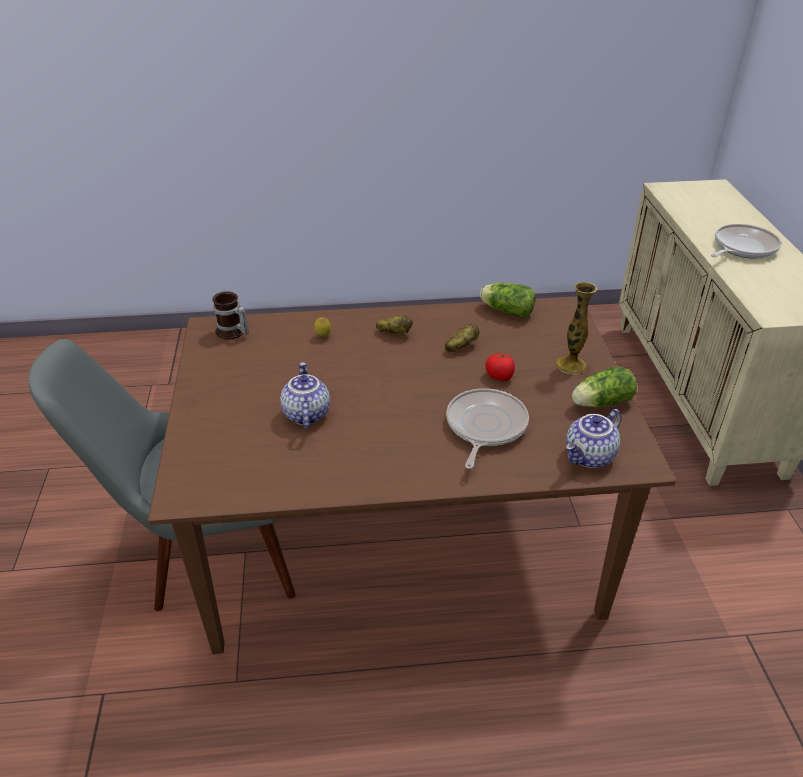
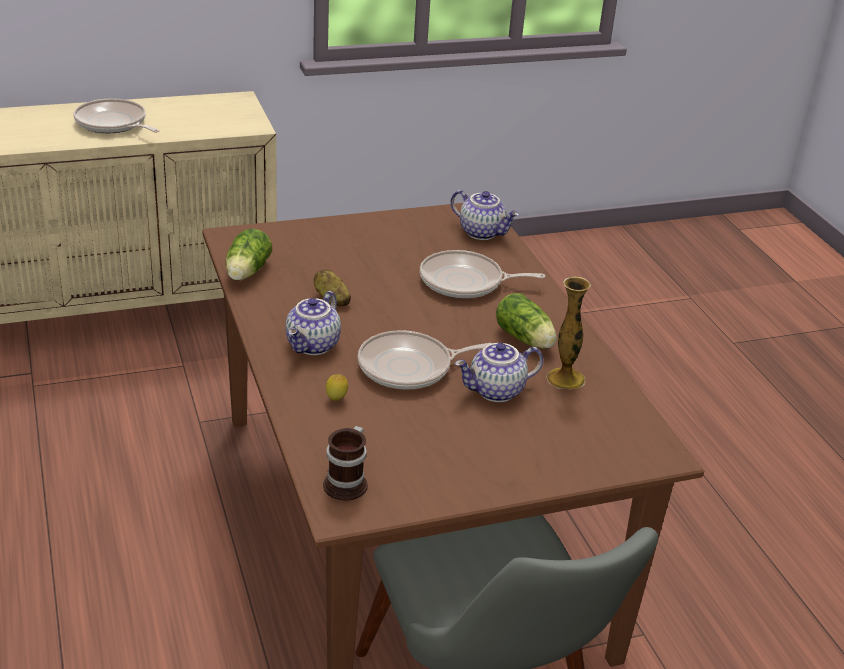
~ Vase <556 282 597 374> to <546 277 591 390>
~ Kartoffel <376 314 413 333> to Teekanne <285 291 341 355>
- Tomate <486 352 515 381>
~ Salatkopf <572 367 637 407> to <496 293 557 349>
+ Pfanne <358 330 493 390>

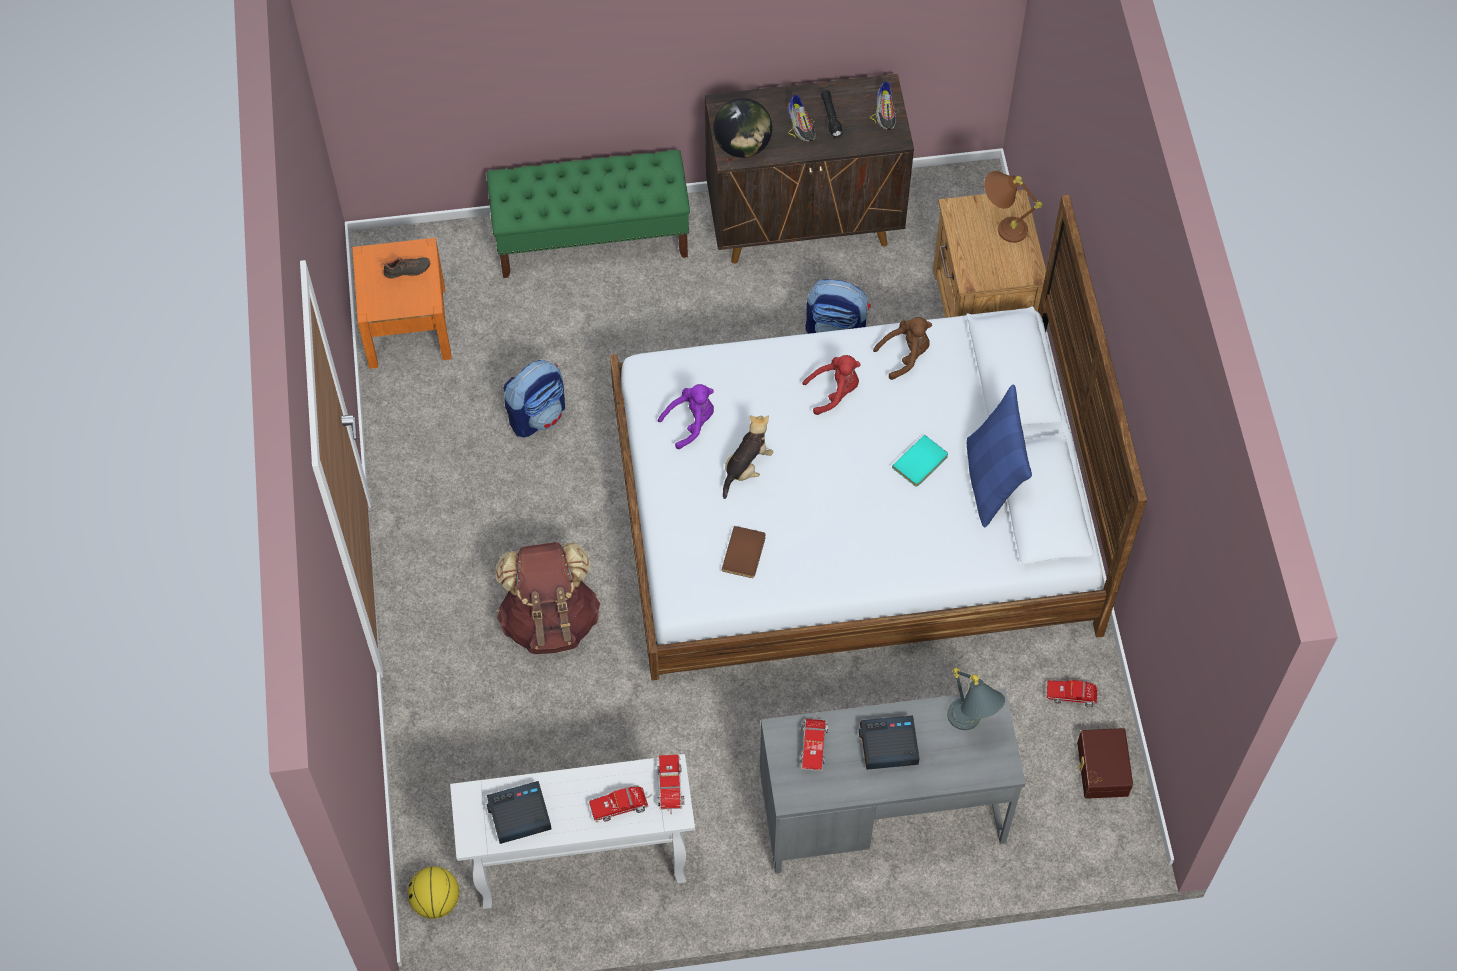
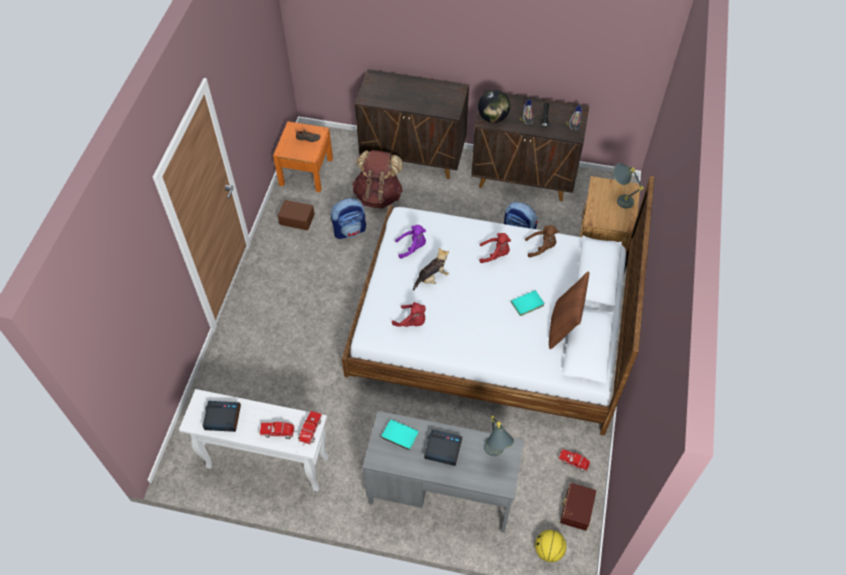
~ Bank/grün <487 150 690 278> to Schrank/braun <355 69 469 179>
~ Tischlampe/braun <984 171 1043 243> to Tischlampe/grau <613 163 644 208>
~ Kissen/blau <967 384 1032 527> to Kissen/braun <549 271 589 349>
~ Buch/braun <722 526 766 578> to Plüschtier/rot <392 302 426 327>
~ Rucksack/braun <496 542 600 654> to <352 150 403 208>
~ Spielzeuglaster <800 713 828 771> to Buch/türkis <381 419 418 451>
~ Basketball <408 866 459 919> to <535 530 566 562>
+ Aufbewahrungsbox/braun <278 200 315 230>

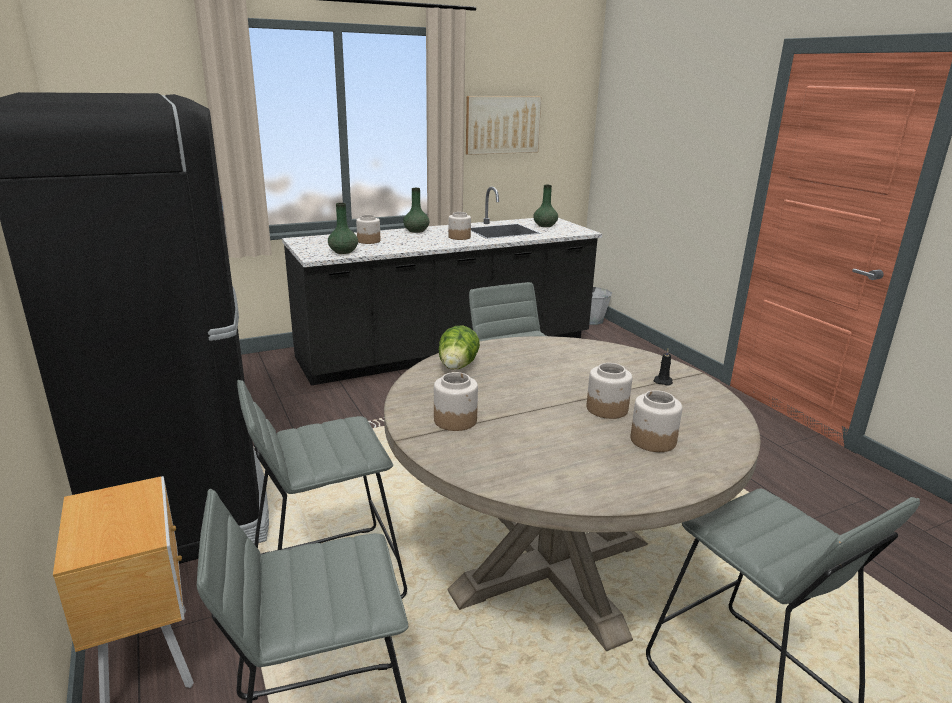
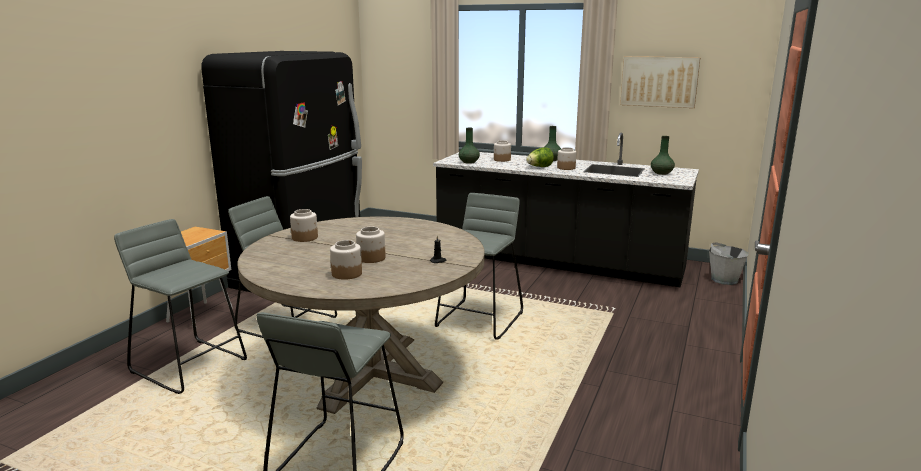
~ Salatkopf <439 326 480 370> to <526 147 554 167>

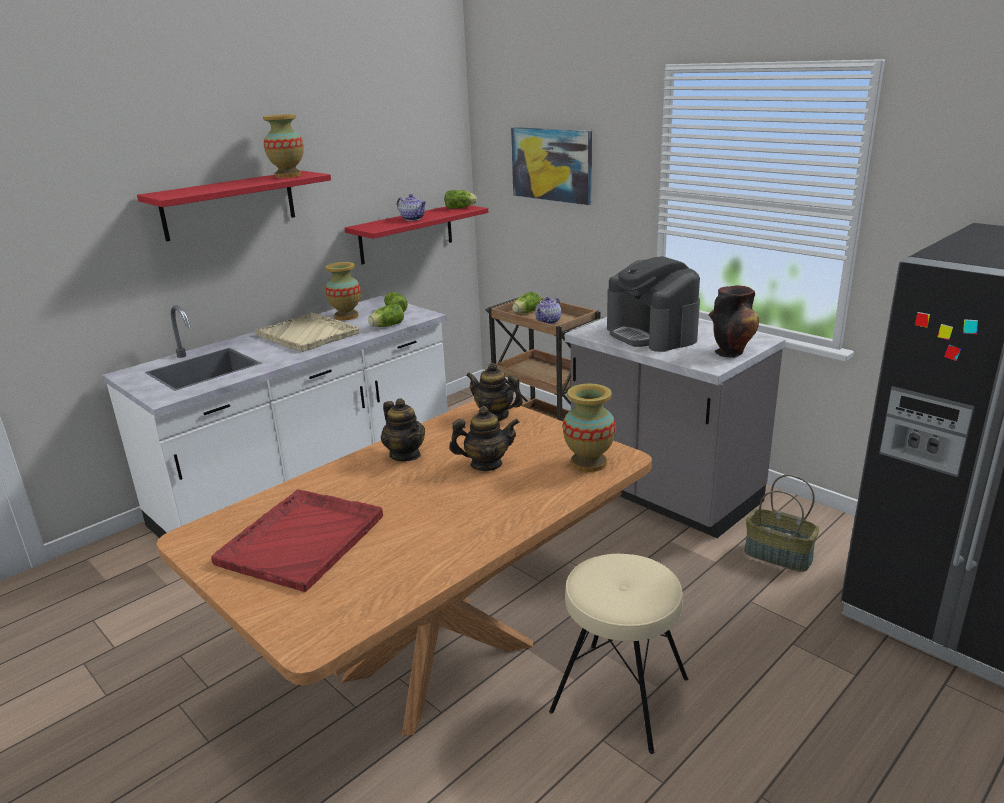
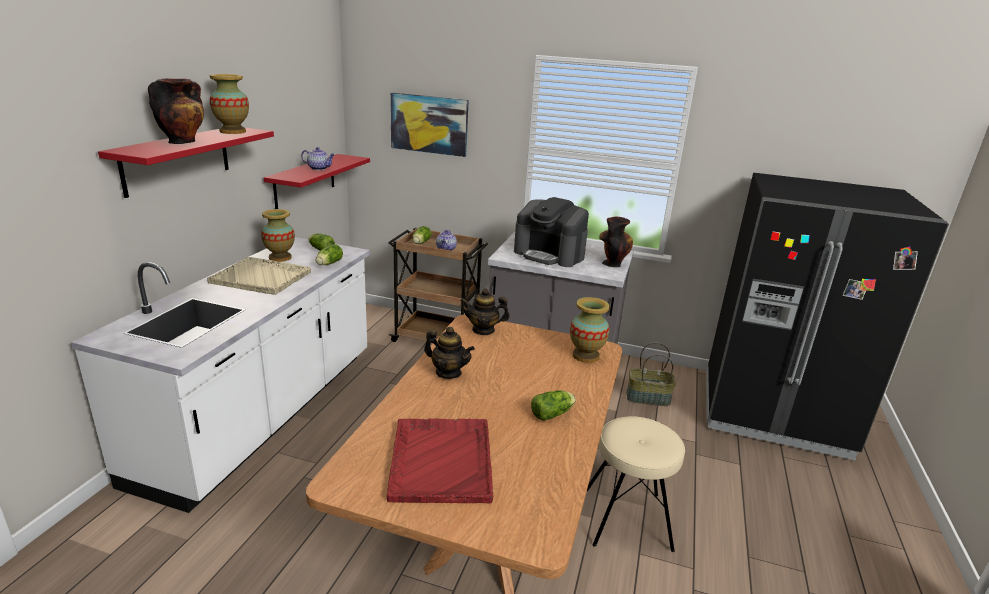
~ Salatkopf <445 190 477 209> to <531 390 576 421>
- Teekanne <449 406 519 471>
+ Vase <148 79 204 144>

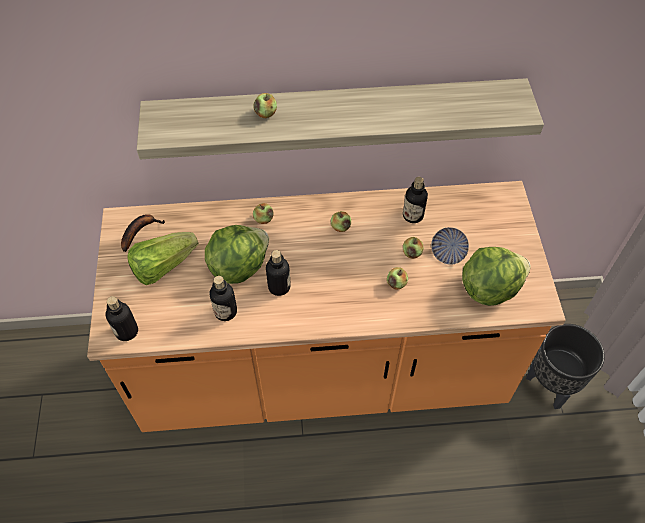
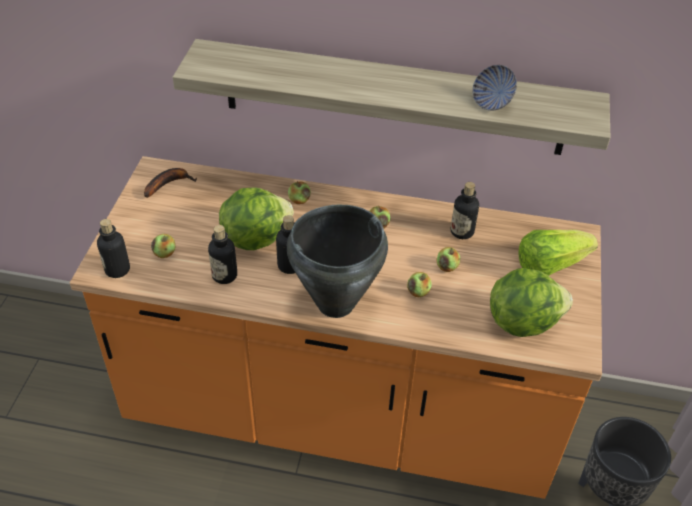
~ Apfel <253 93 277 118> to <151 234 176 258>
~ Schüssel <431 227 469 265> to <472 65 517 110>
~ Salatkopf <127 232 199 285> to <518 230 598 276>
+ Kochtopf/schwarz <287 205 388 318>

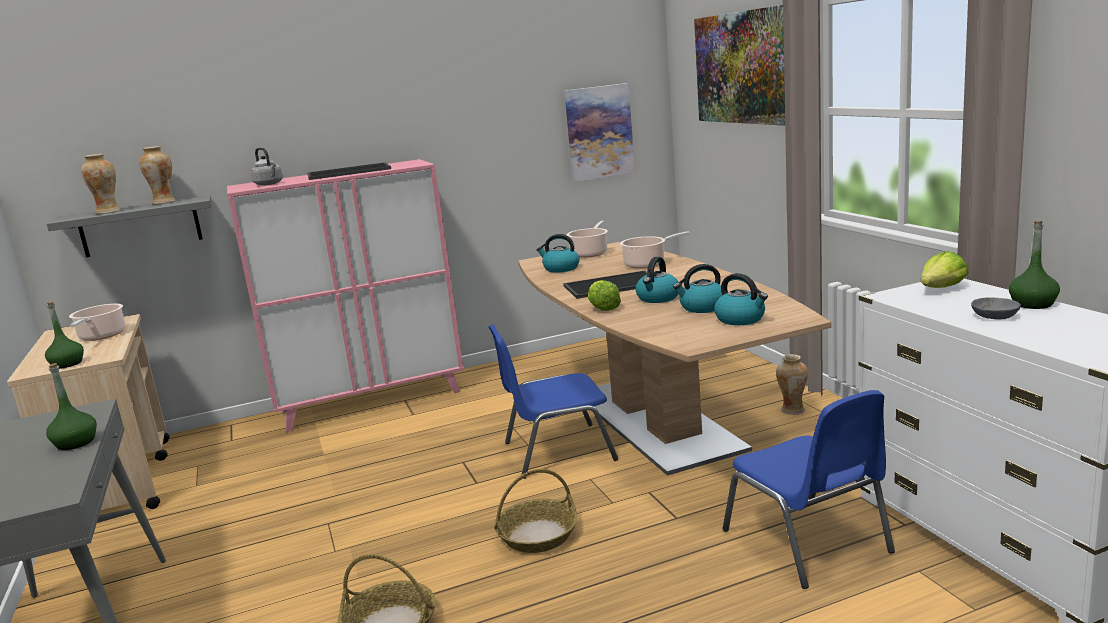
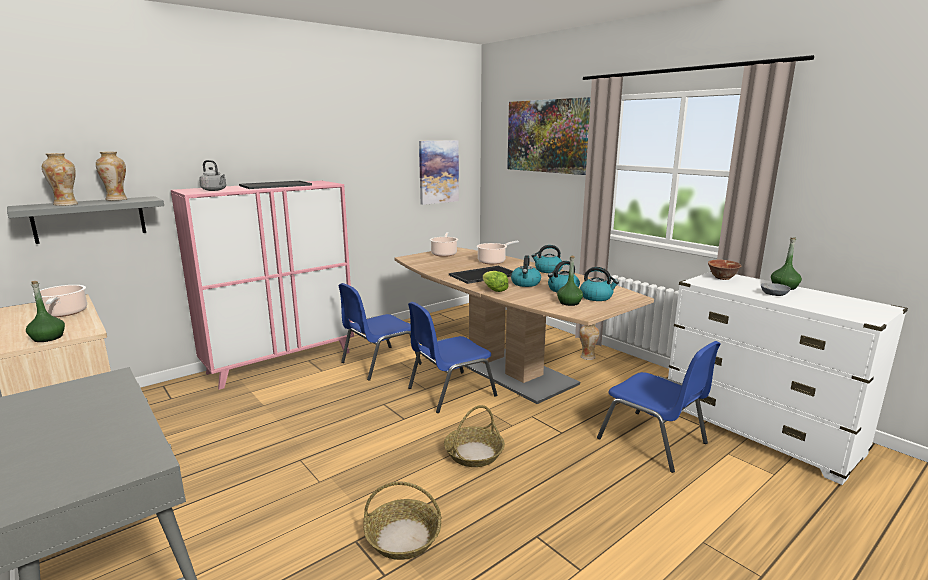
~ Wasserkessel <537 234 579 273> to <532 245 563 273>
~ Salatkopf <920 251 969 288> to Schüssel <708 259 741 280>
~ Flasche/grün <46 363 97 450> to <557 256 583 306>
+ Stuhl/blau <338 283 422 381>

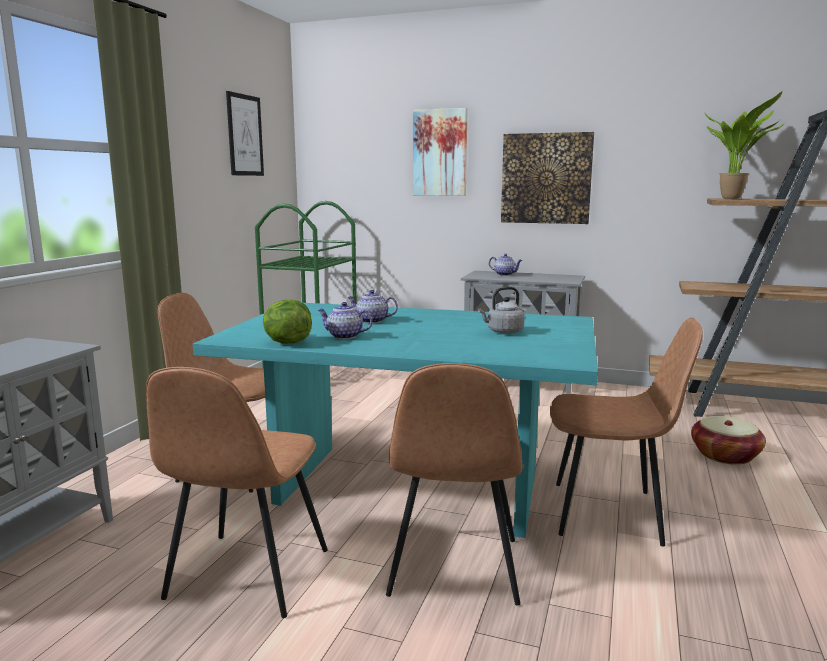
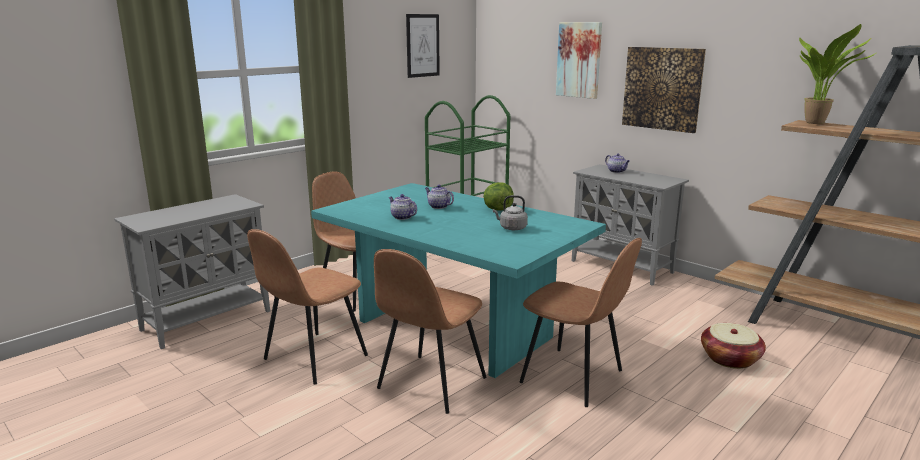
~ Salatkopf <263 300 312 344> to <483 182 514 211>

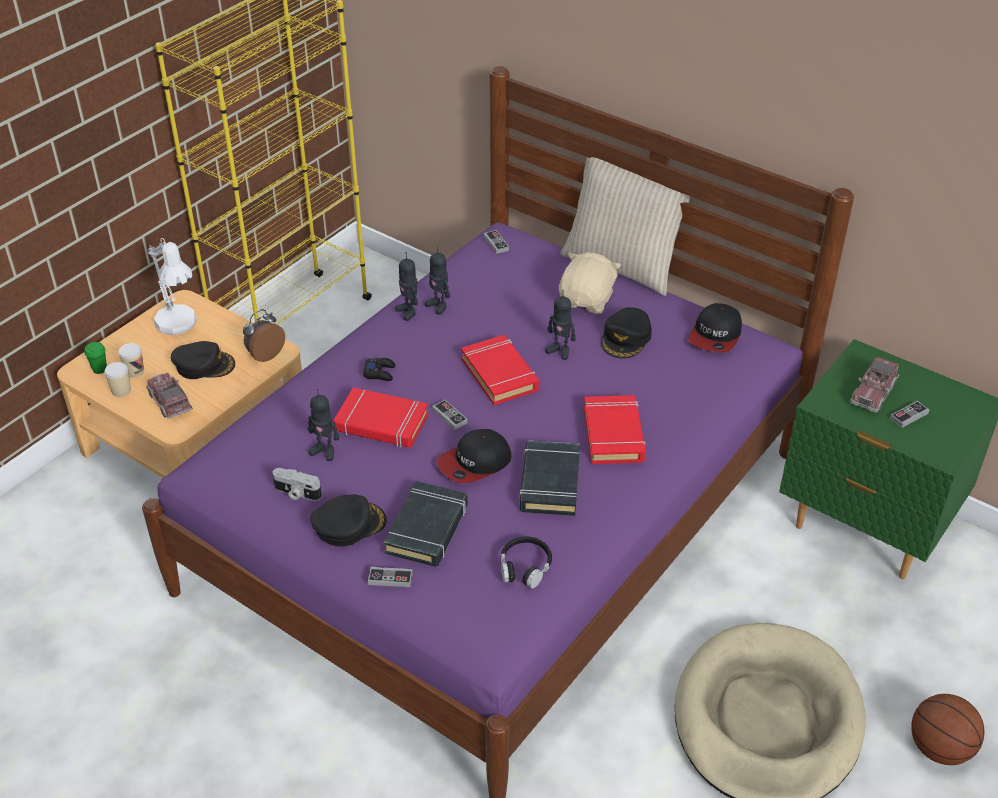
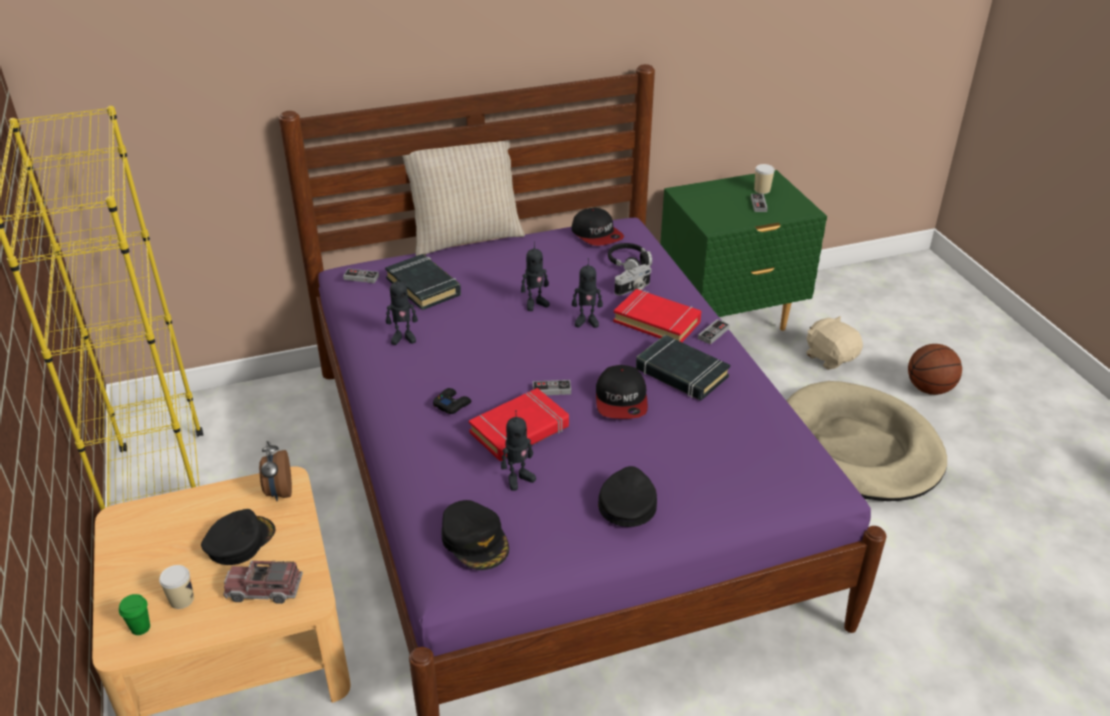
- Tischlampe/weiß <148 238 197 335>
~ Spielzeugroboter <395 252 418 321> to <572 258 603 328>
~ Plüschtier/beige <559 252 621 314> to <806 316 863 370>
~ Kappe/schwarz <601 307 652 359> to <441 500 509 570>
- Buch/rot <461 335 539 405>
- Spielzeuglaster <850 356 899 413>
~ Tasse <104 362 131 397> to <754 164 775 194>
~ Kamera <272 468 322 501> to <614 264 651 295>
~ Buch/schwarz <383 481 468 567> to <385 254 461 310>
~ Kopfhörer/schwarz <501 536 552 589> to <608 243 652 271>
~ Gamepad <368 567 413 587> to <698 319 730 345>

